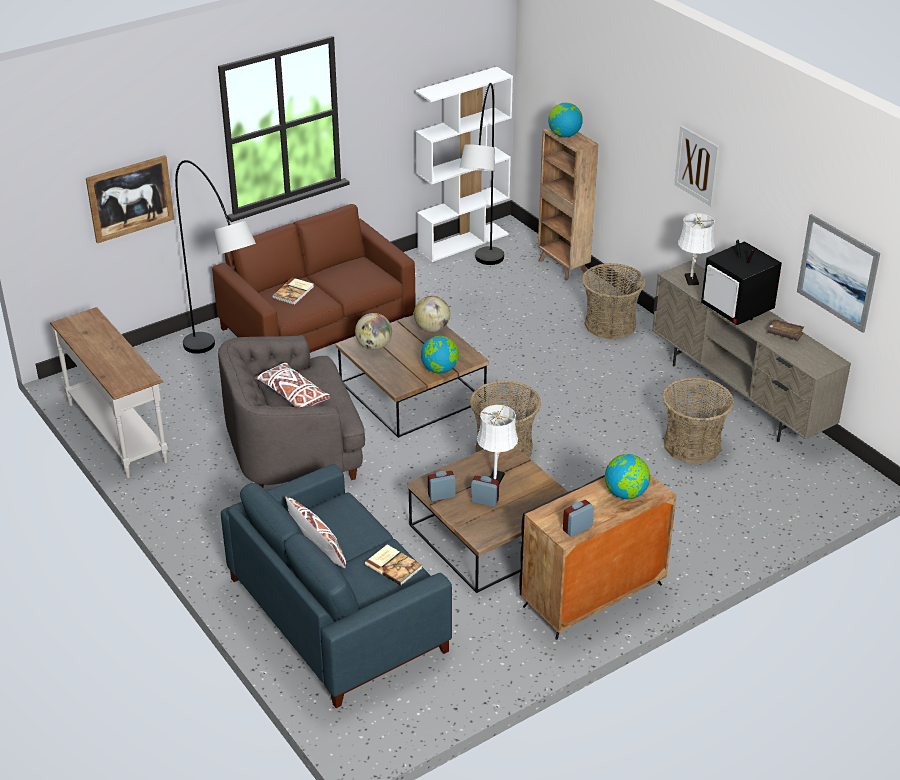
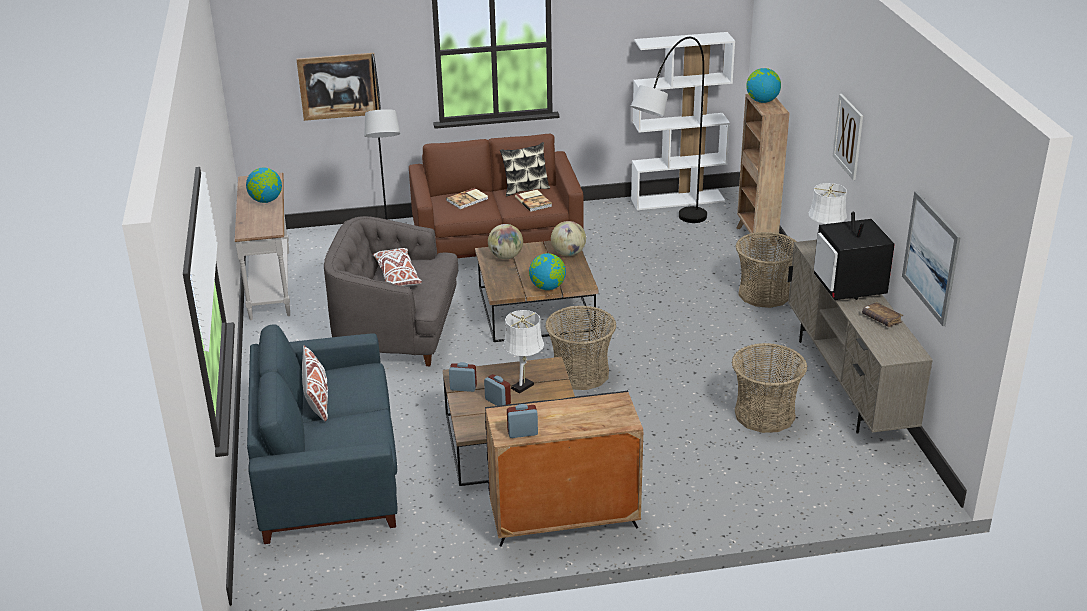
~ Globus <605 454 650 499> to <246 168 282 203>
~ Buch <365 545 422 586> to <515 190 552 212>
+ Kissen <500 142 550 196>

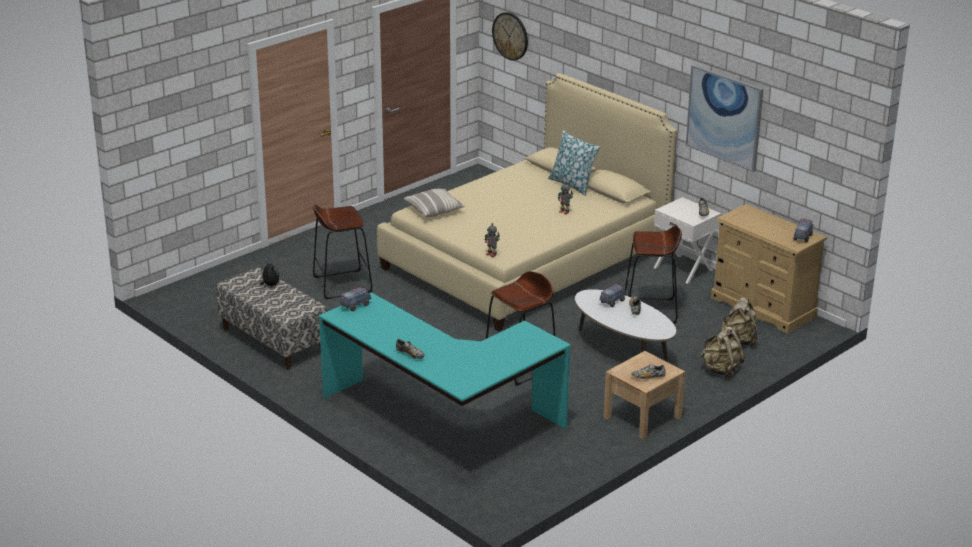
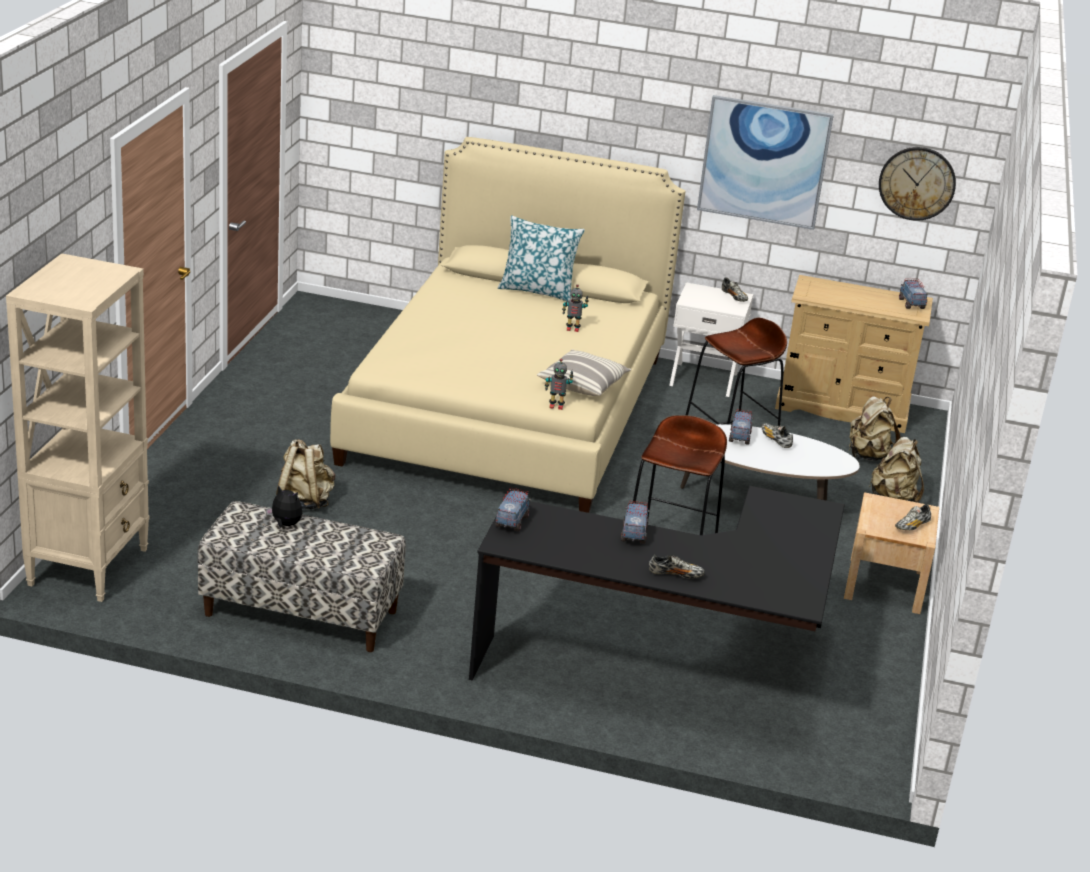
~ Wanduhr <492 12 528 60> to <879 147 956 221>
~ Kissen <404 189 465 217> to <537 350 631 396>
~ Hocker/braun <313 204 372 299> to Rucksack/beige <276 439 335 509>
~ Schreibtisch/türkis <319 292 571 429> to Schreibtisch/schwarz <469 486 845 681>
+ Bücherregal/beige <6 253 150 602>
+ Spielzeuglaster <621 500 650 544>

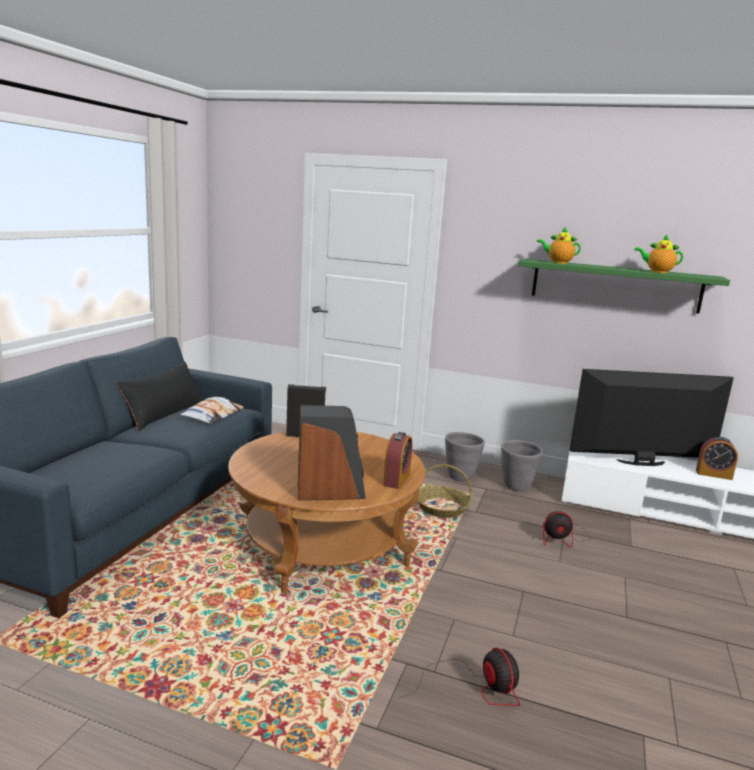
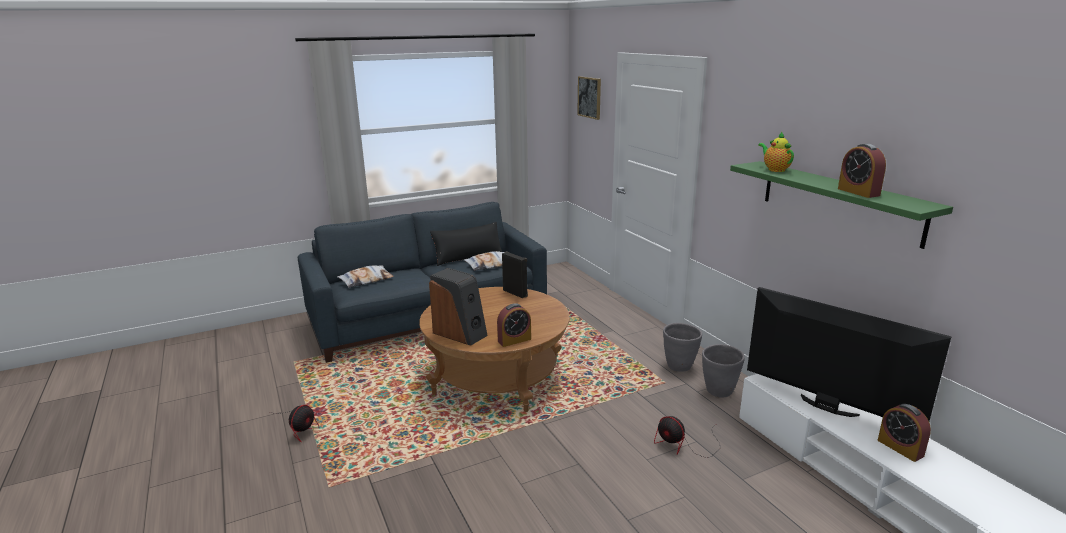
~ Teekanne <634 234 683 273> to Wecker <838 144 886 198>
- Korb <417 464 472 518>
~ Ventilator <398 648 520 706> to <271 405 319 442>
+ Bild <577 76 601 120>
+ Kissen <337 265 394 288>

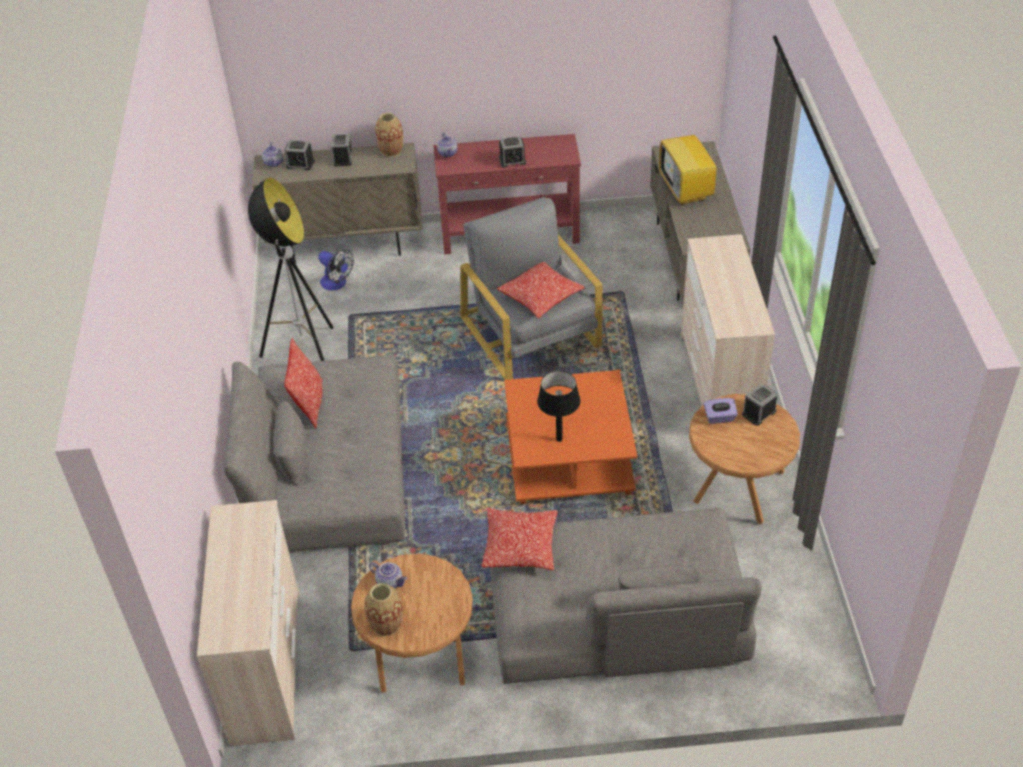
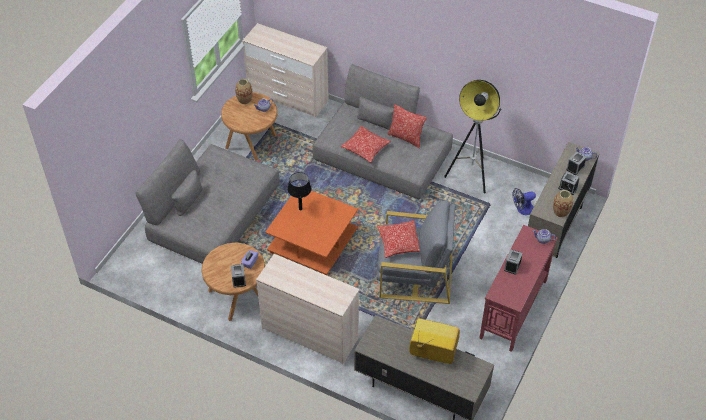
~ Kissen <482 508 558 570> to <340 126 391 163>

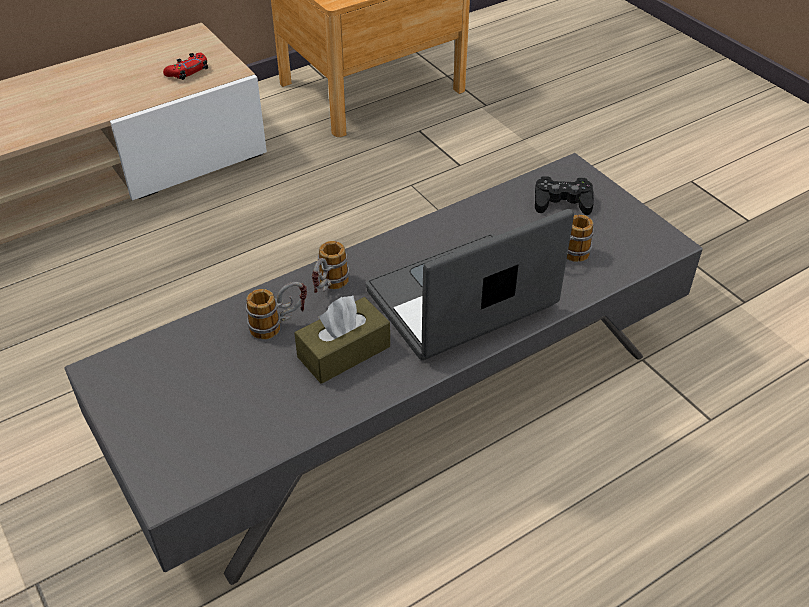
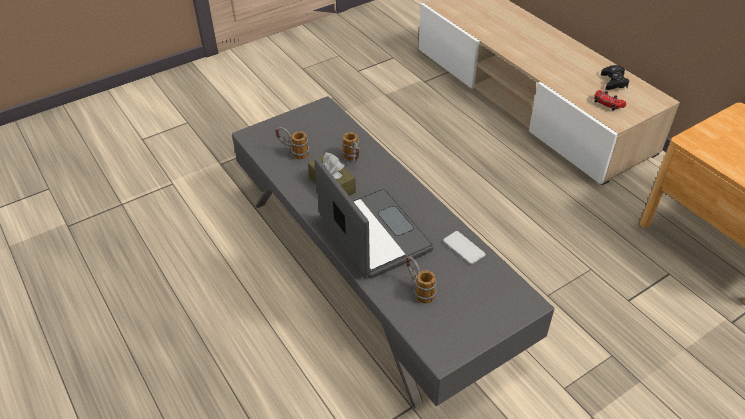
~ Gamepad/schwarz <535 176 594 215> to <601 65 629 90>
~ Henkelbecher <312 241 349 293> to <275 127 309 160>
+ Handy <443 231 486 264>

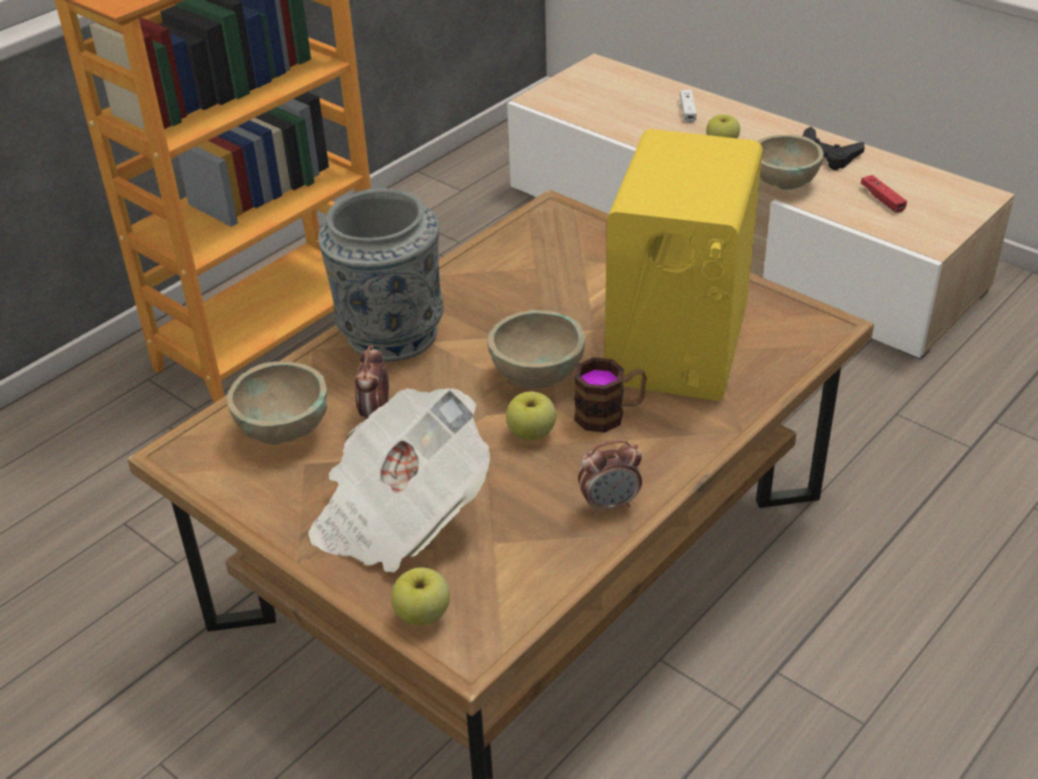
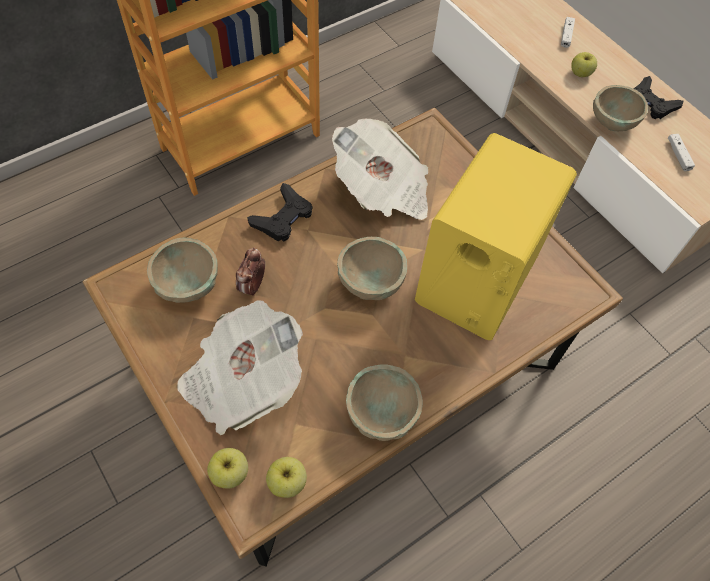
~ Gamepad/rot <861 175 907 213> to Gamepad/weiß <668 134 695 171>
~ Vase/grau <318 188 444 362> to Gamepad/schwarz <247 183 312 242>
- Henkelbecher <574 357 647 433>
~ Apfel <506 392 556 440> to <266 457 307 498>
~ Wecker <578 440 642 514> to Schüssel/beige <346 364 423 441>
+ Zeitung <332 119 429 220>

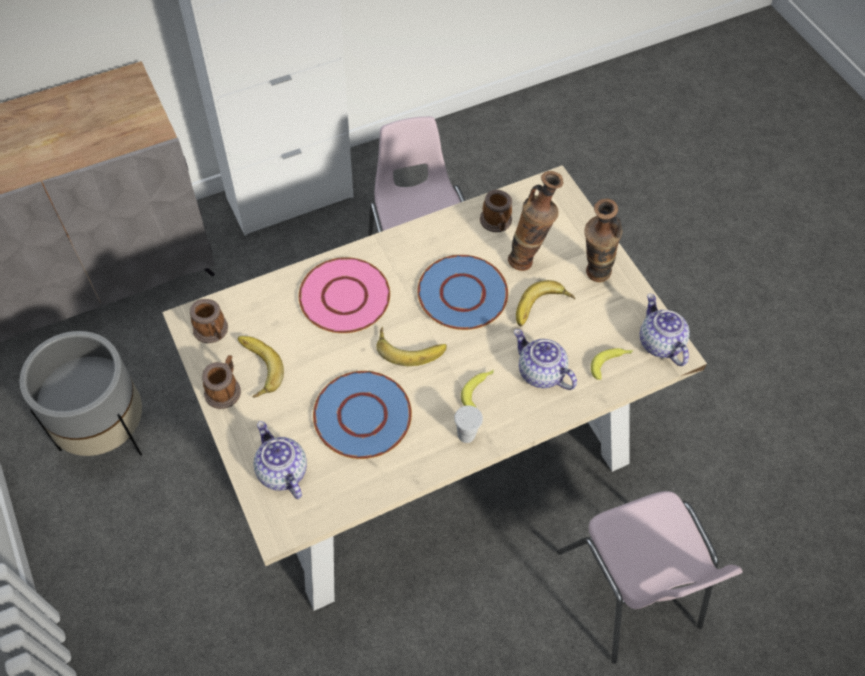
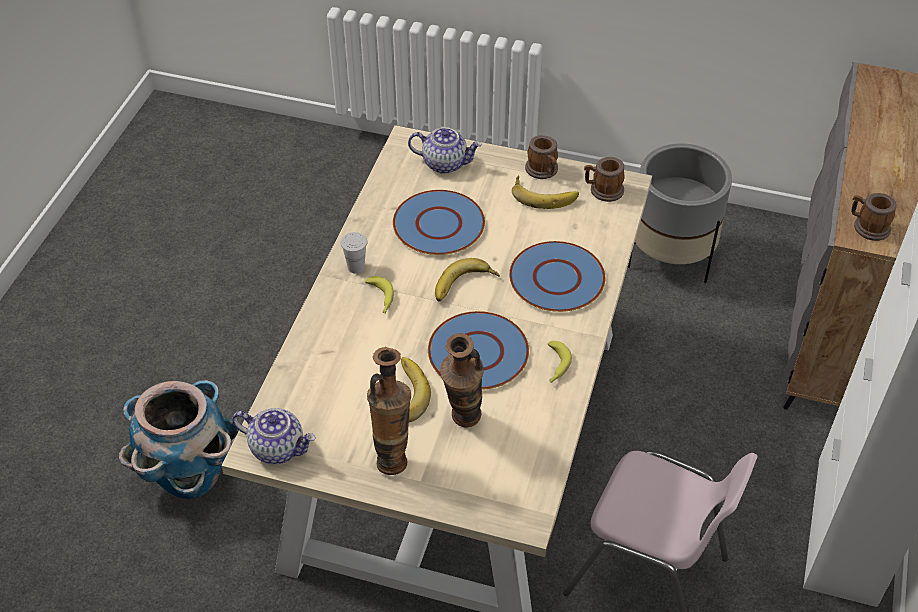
~ Henkelbecher <480 190 512 232> to <851 193 897 241>
~ Teller/rosa <299 257 390 333> to Teller/blau <509 241 605 312>
- Teekanne <514 329 577 390>
~ Banane <591 348 633 380> to <547 341 572 383>
~ Stuhl/rosa <557 491 743 664> to Pflanzkübel <119 380 239 499>

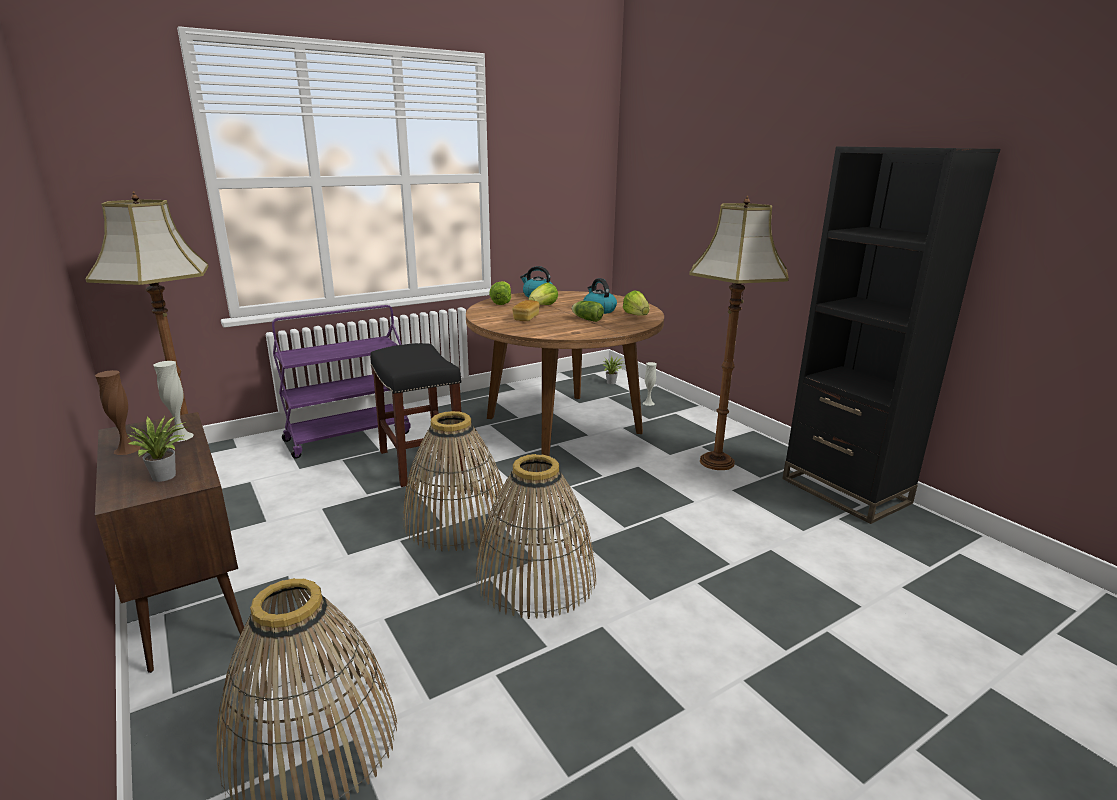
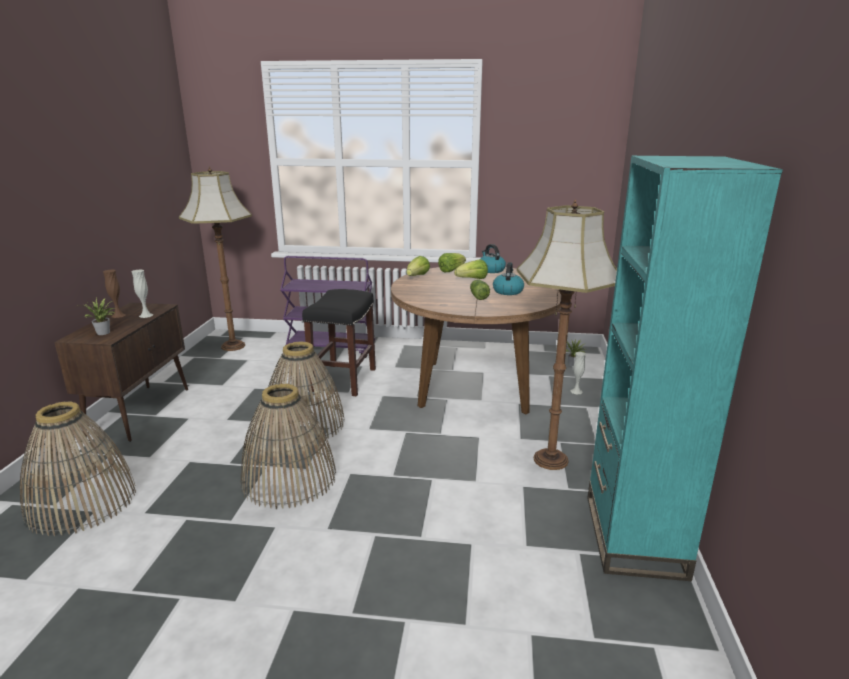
~ Bücherregal/schwarz <782 146 1000 524> to Bücherregal/türkis <587 155 783 581>
~ Salatkopf <623 291 649 316> to <407 256 430 276>
- Brot <512 300 540 321>

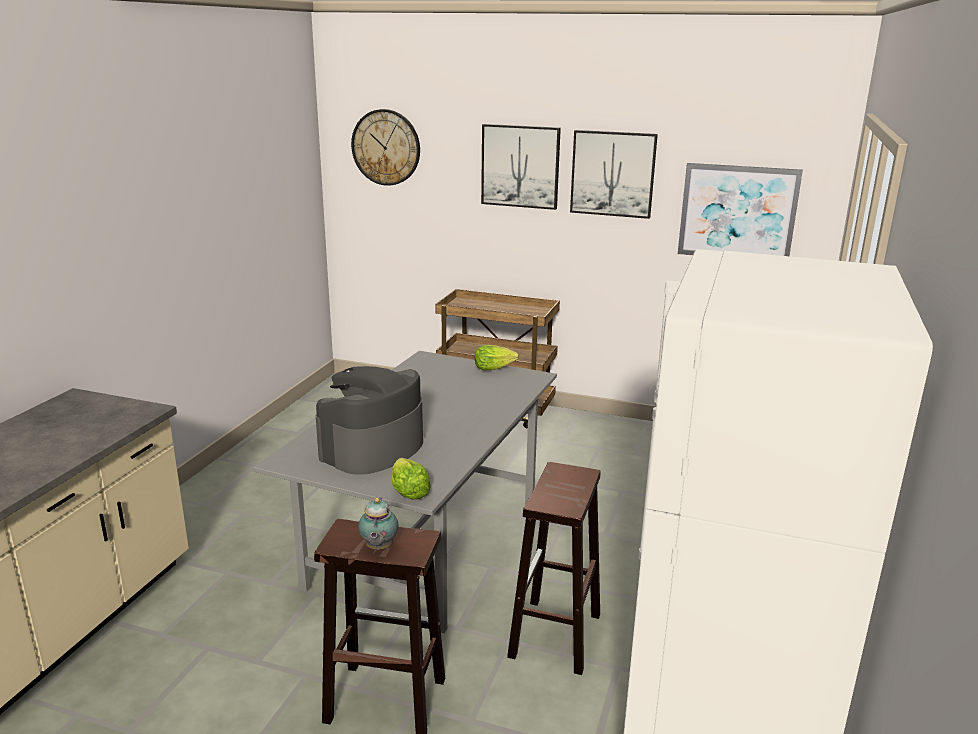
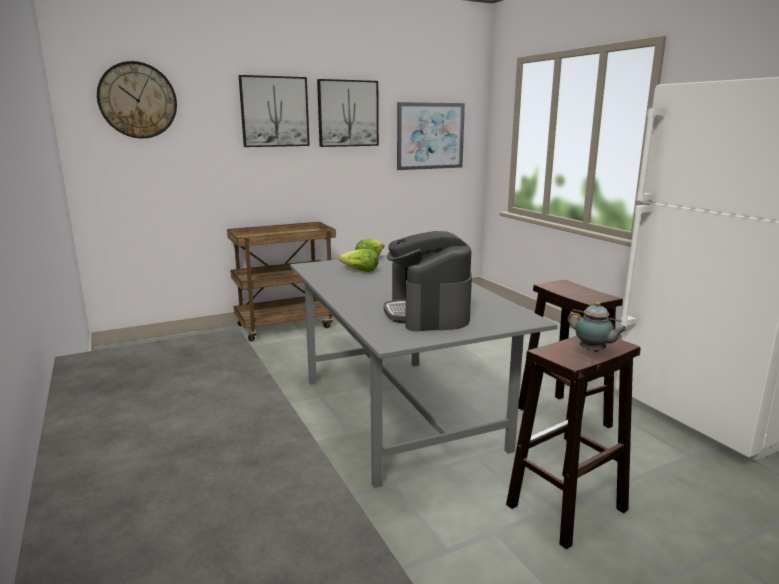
~ Salatkopf <391 458 431 500> to <339 249 378 272>

